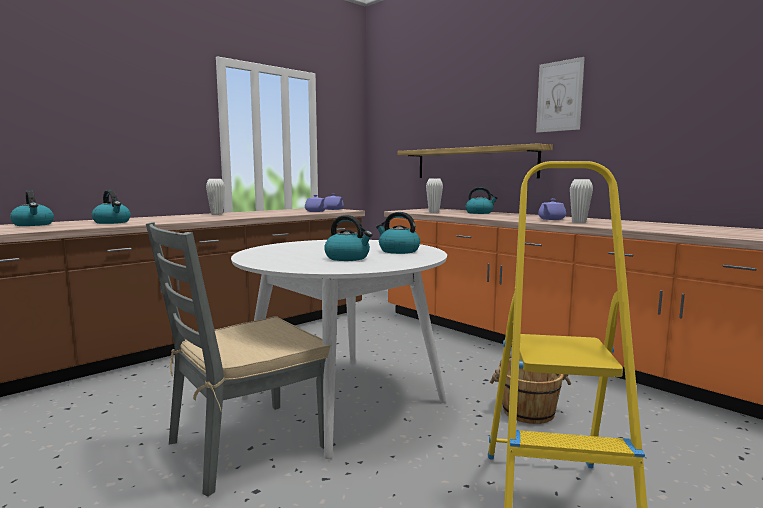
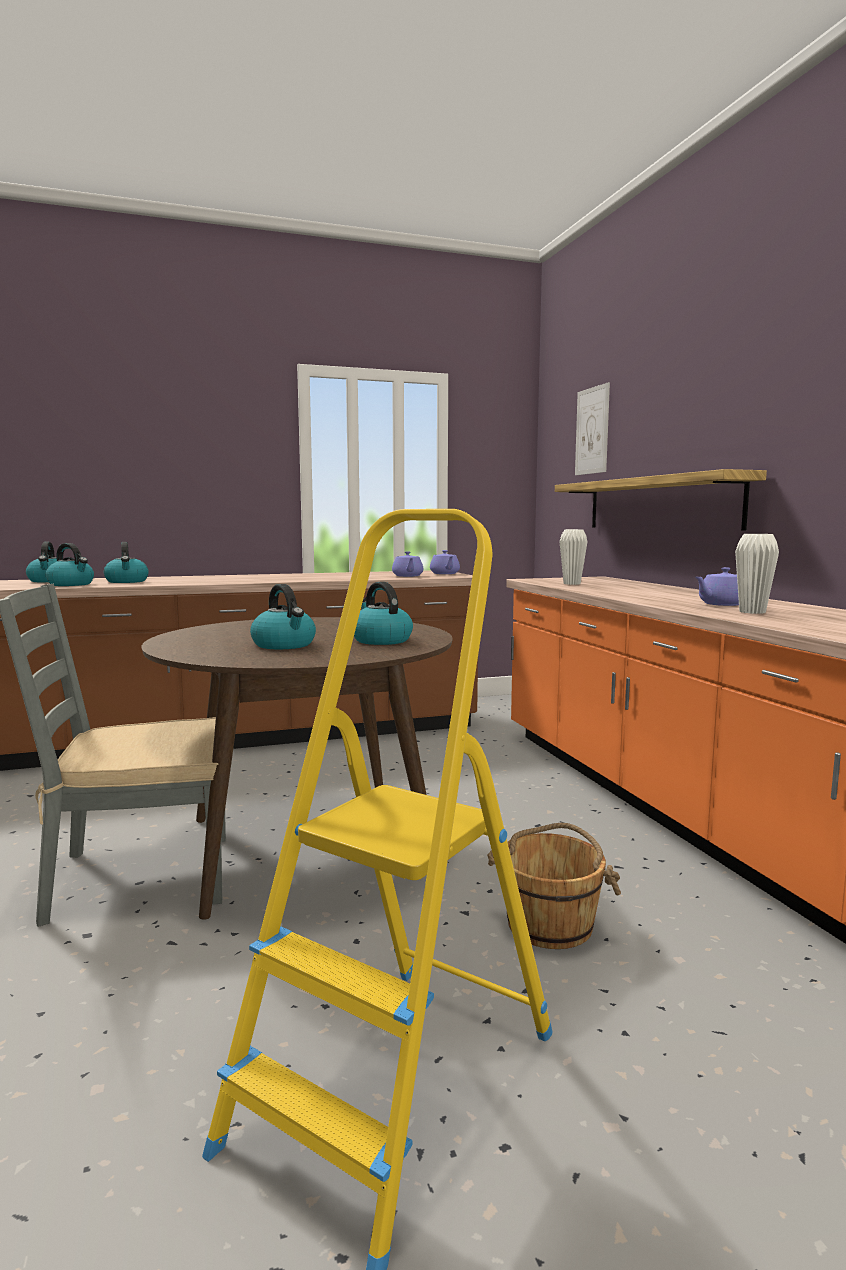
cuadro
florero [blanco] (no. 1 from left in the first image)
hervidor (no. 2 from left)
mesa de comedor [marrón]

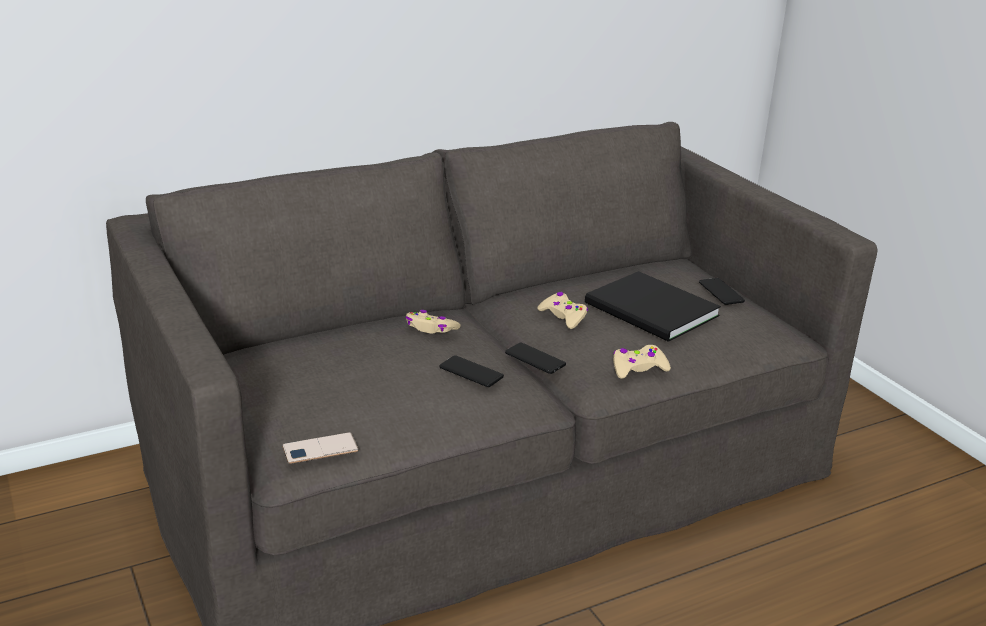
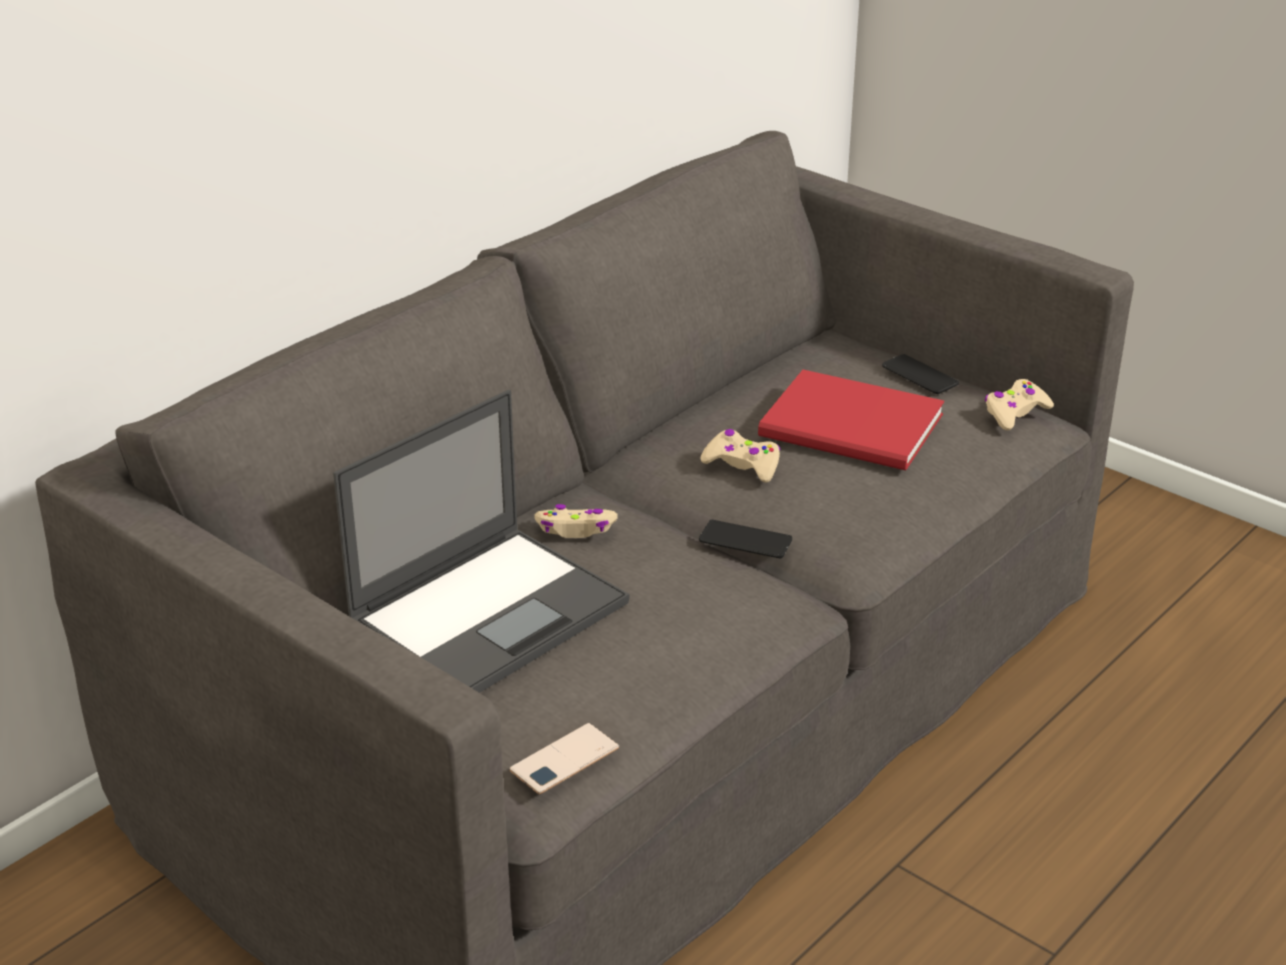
libro [rojo]
mando de consola [beis] (no. 3 from left)
móvil (no. 2 from left in the first image)
portátil

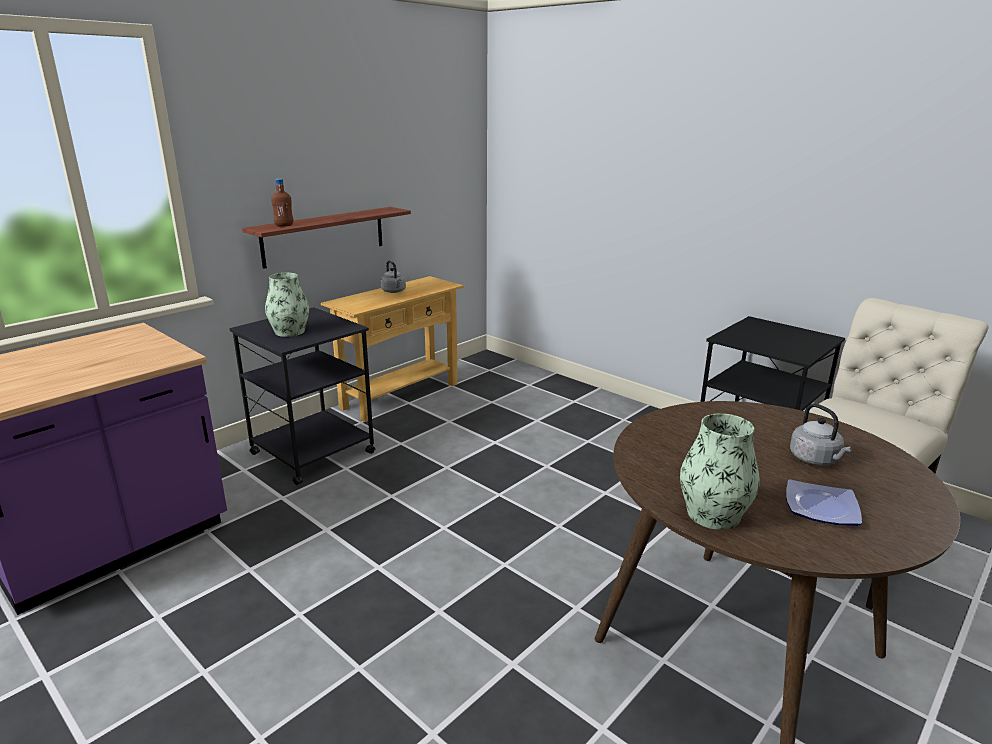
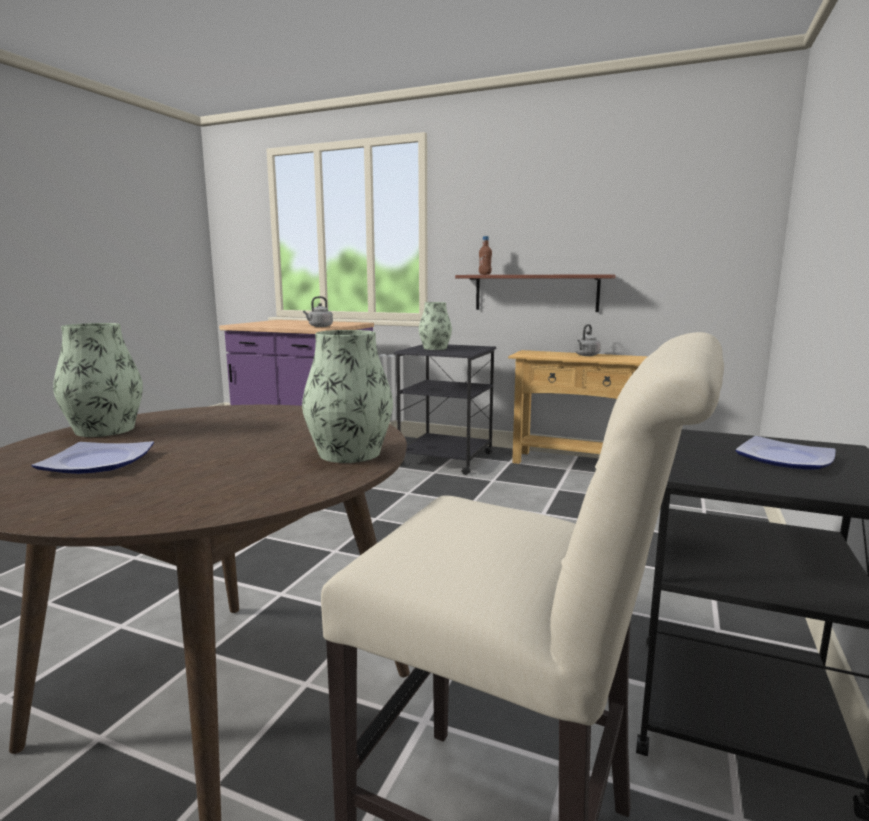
hervidor [gris] (no. 1 from left)
florero (no. 2 from left)
plato (no. 2 from left)

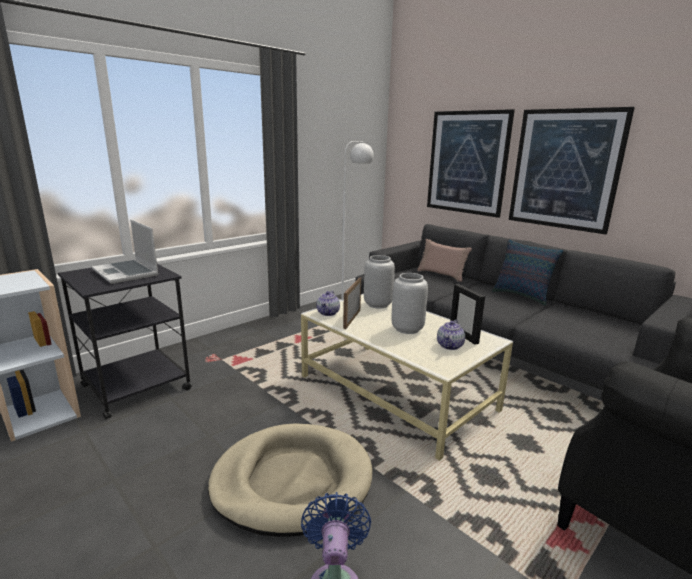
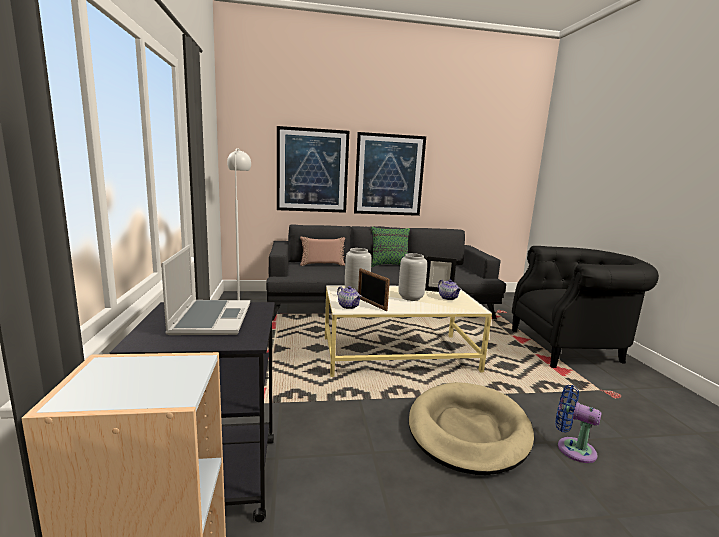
portátil
cojín [verde]

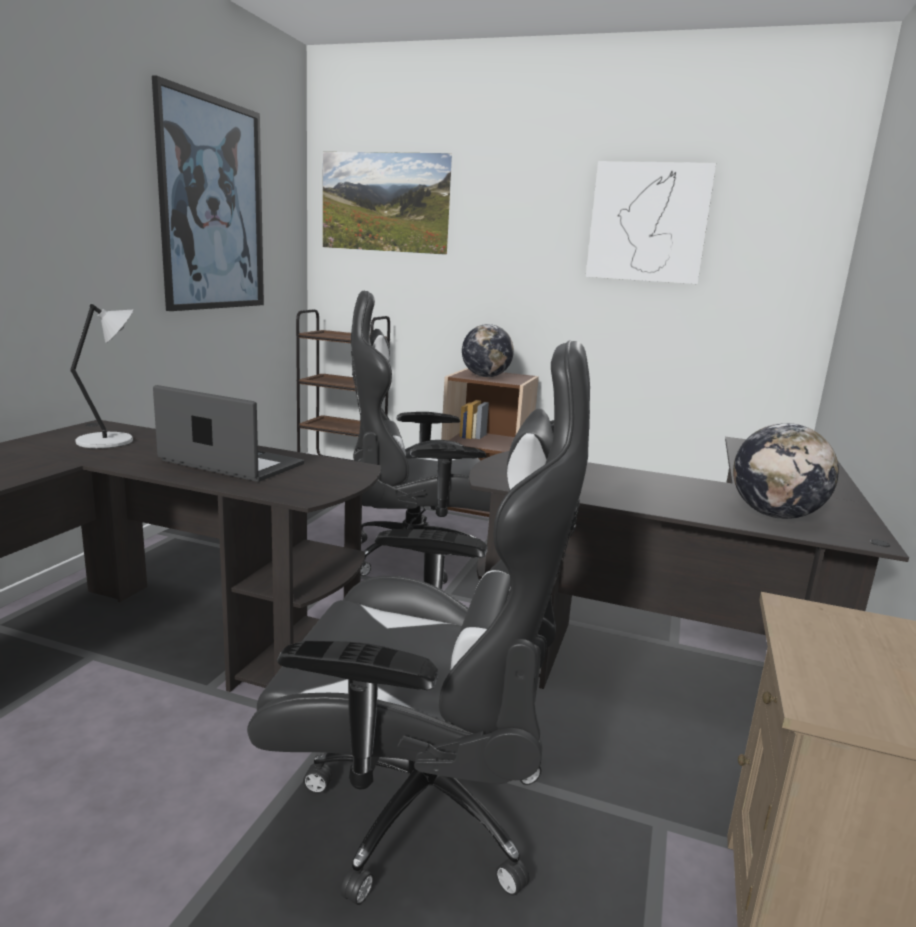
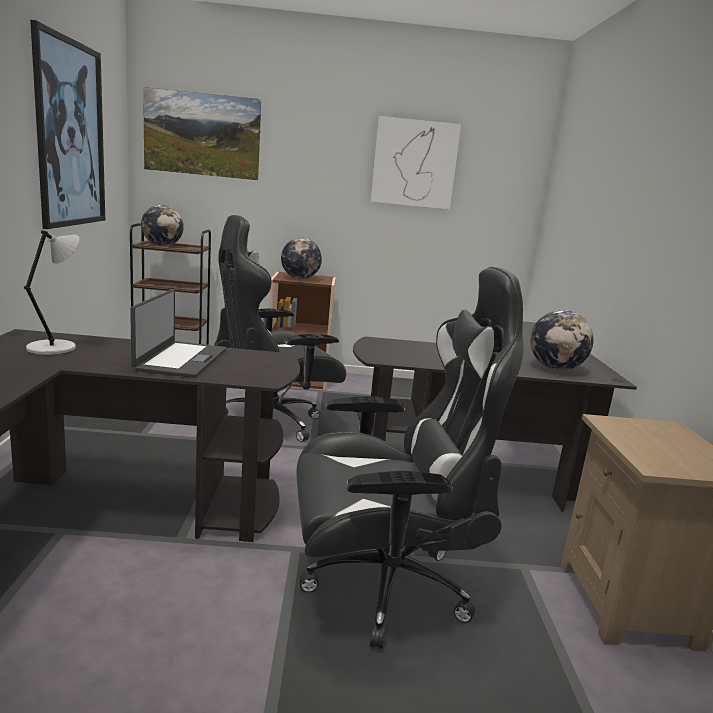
portátil
globo terráqueo (no. 1 from left)

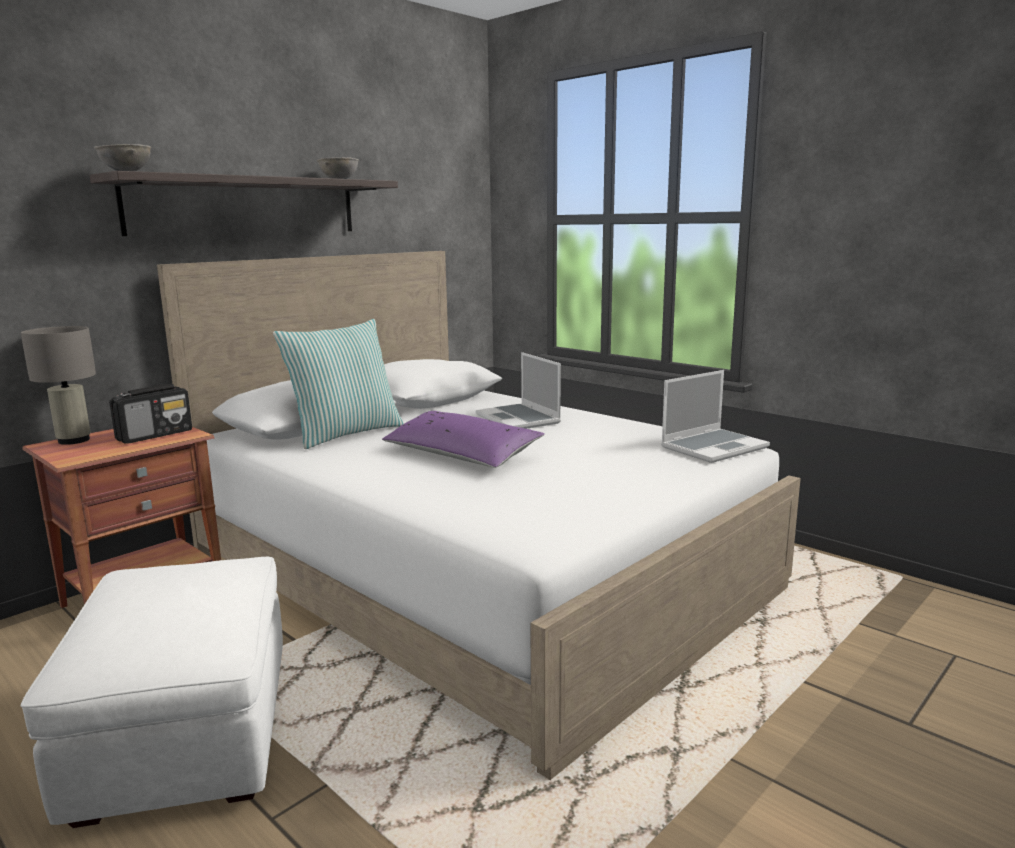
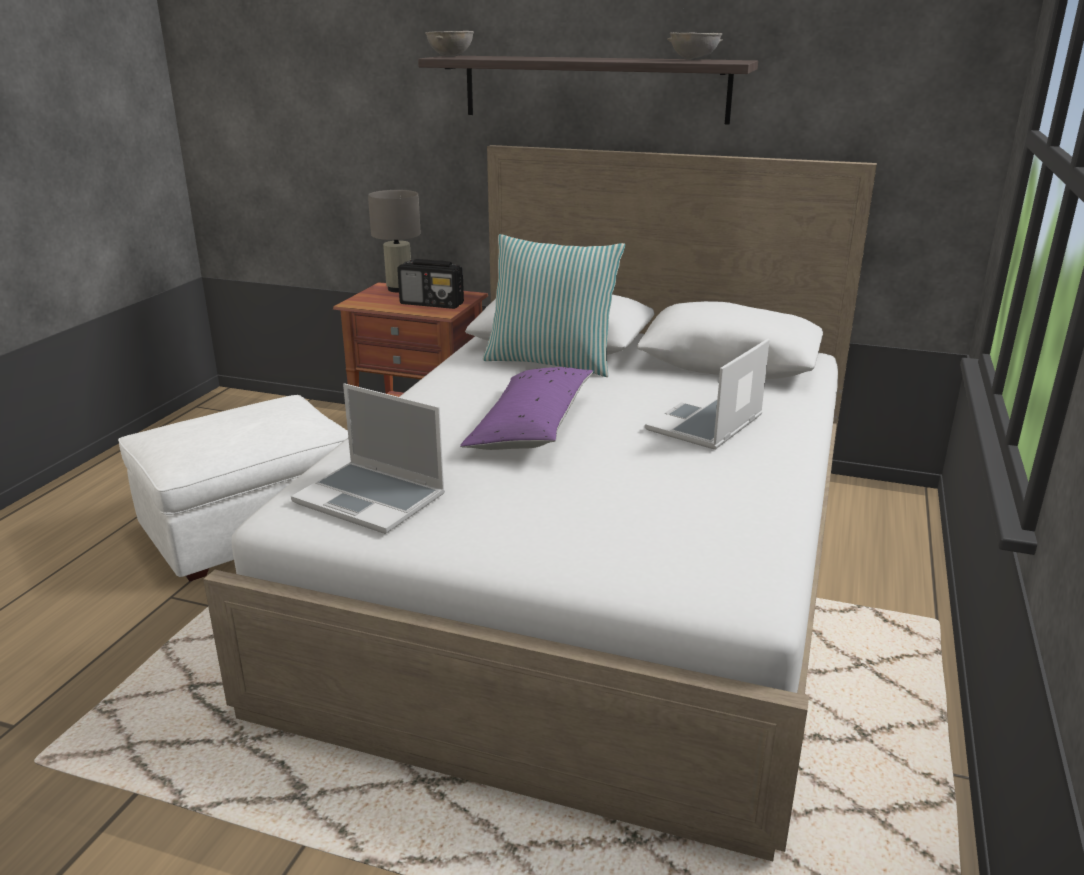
portátil (no. 1 from left)

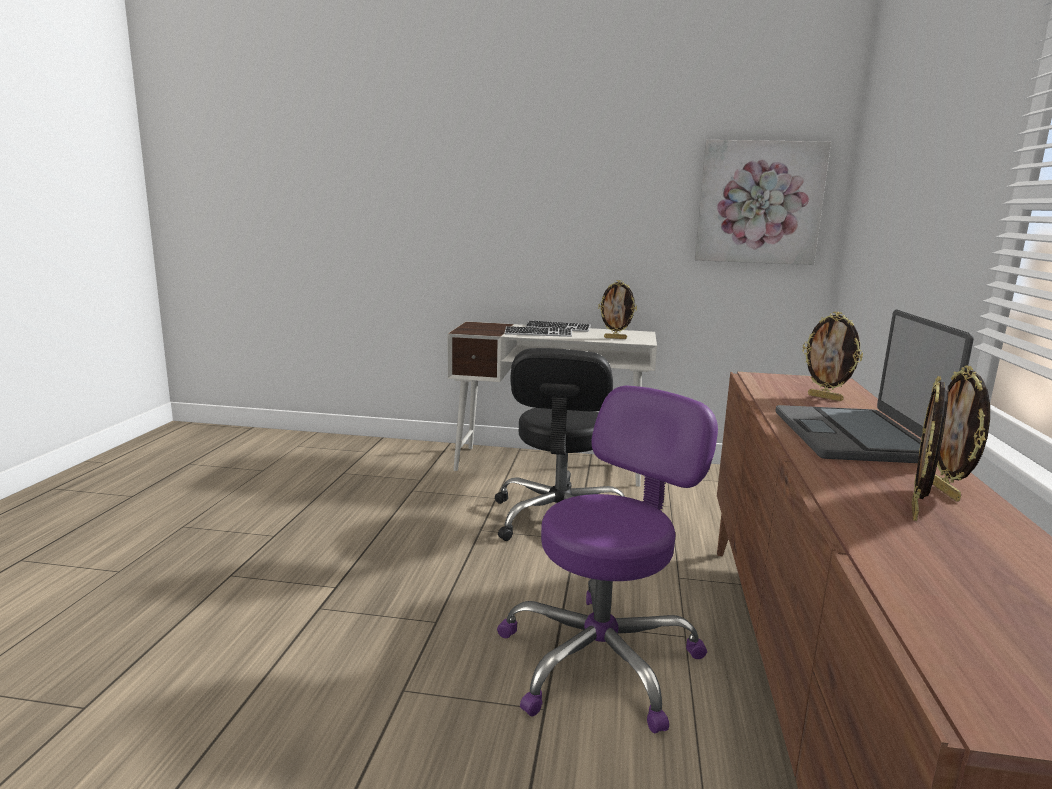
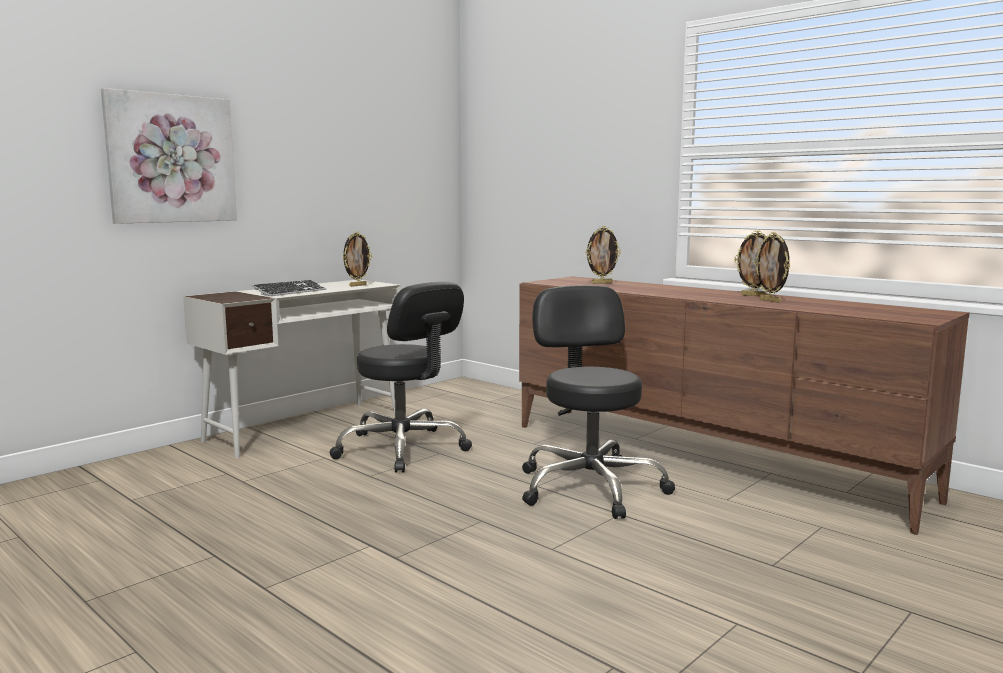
cuadro
portátil
silla de oficina [negro] (no. 2 from left)

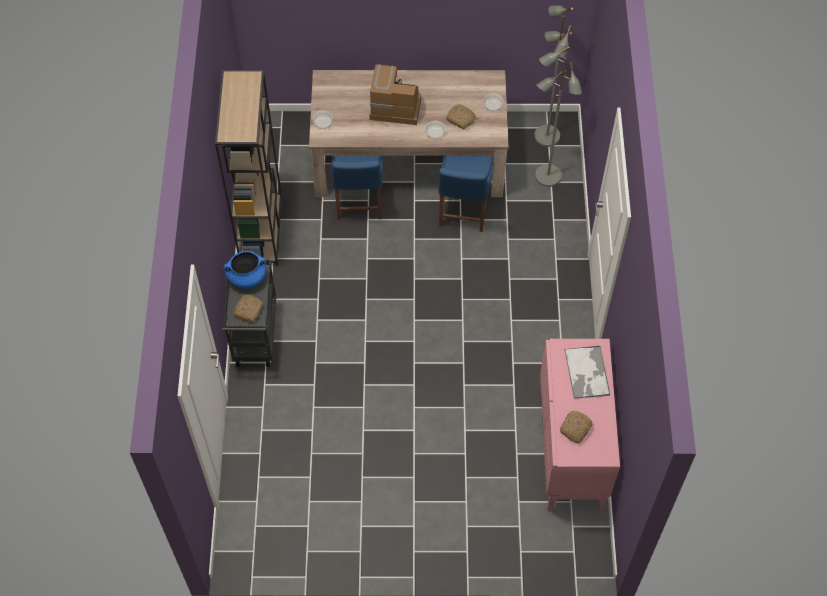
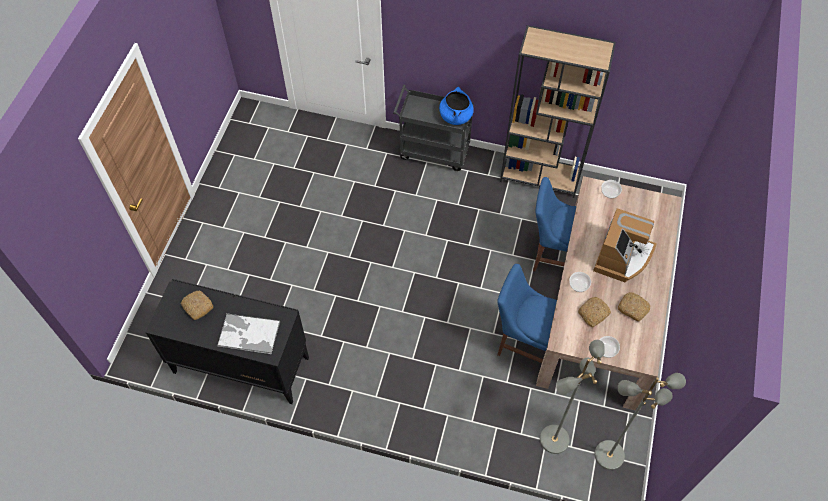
pan (no. 3 from left)
armario [negro]

